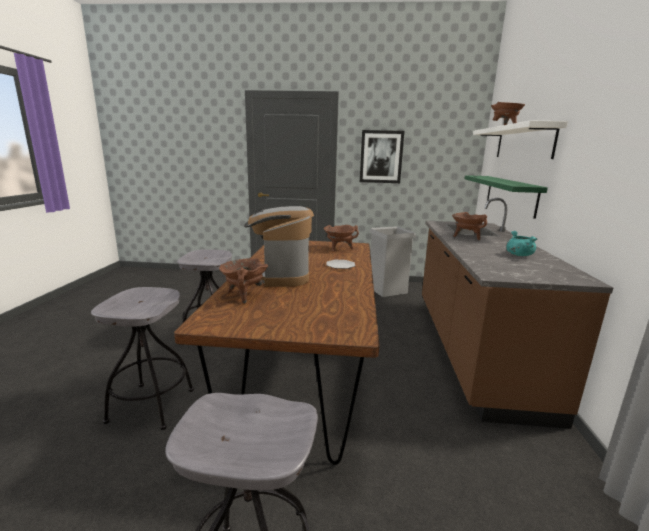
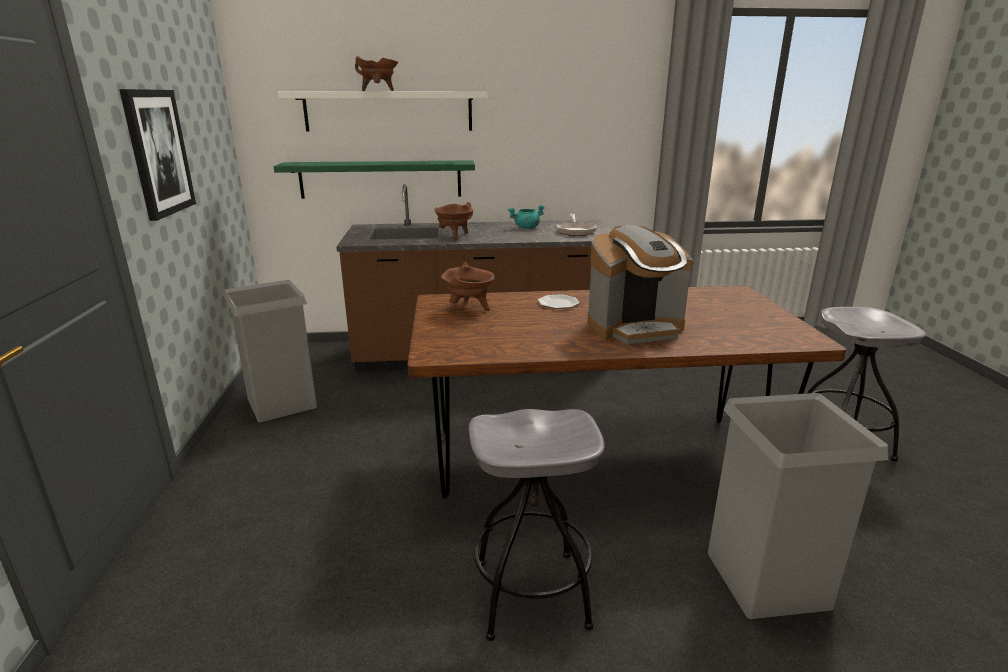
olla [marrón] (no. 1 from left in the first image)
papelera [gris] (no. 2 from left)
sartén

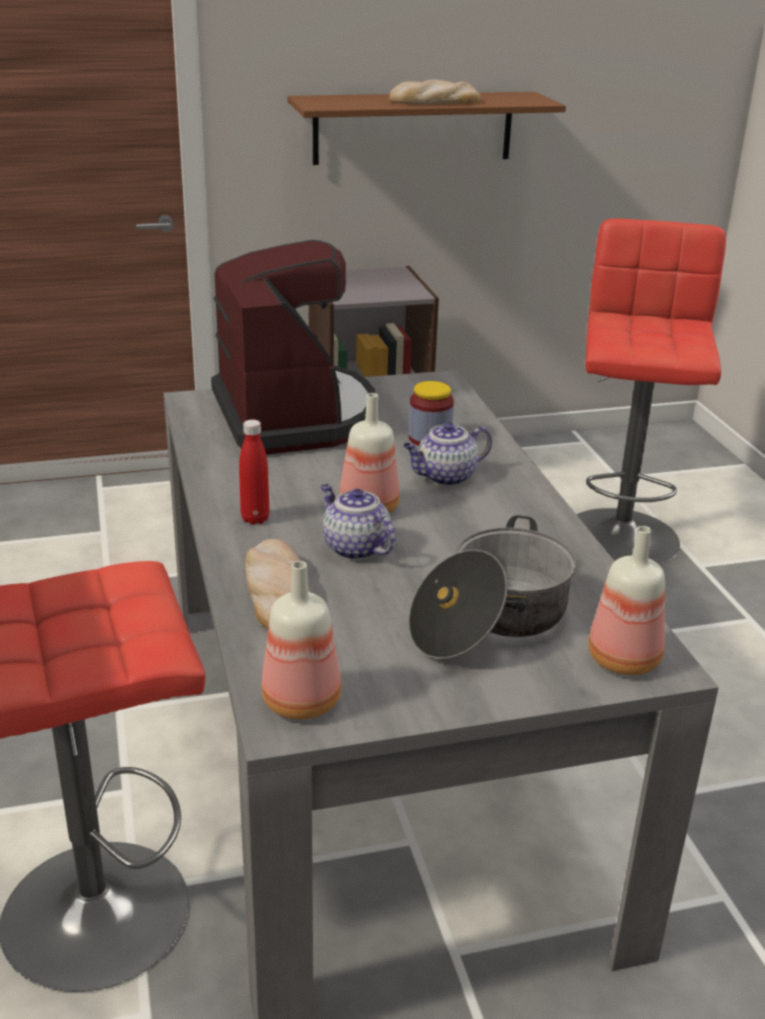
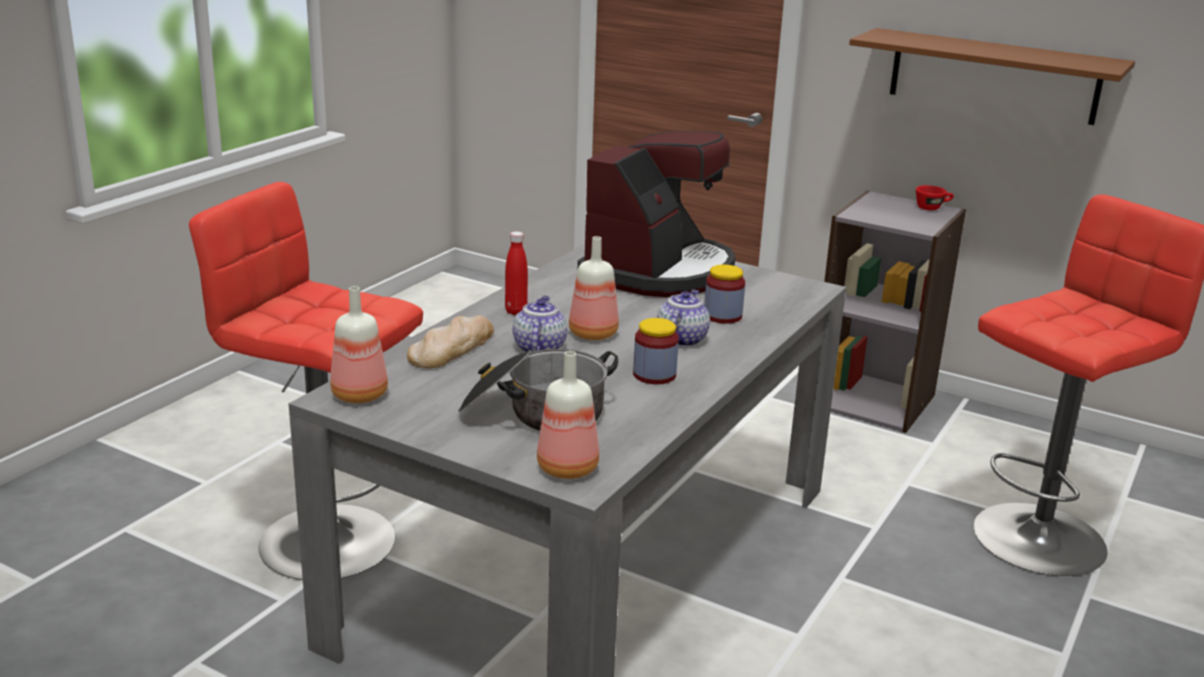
pan (no. 2 from left in the first image)
tetera (no. 2 from left)
taza [rojo]
tarro (no. 1 from left)

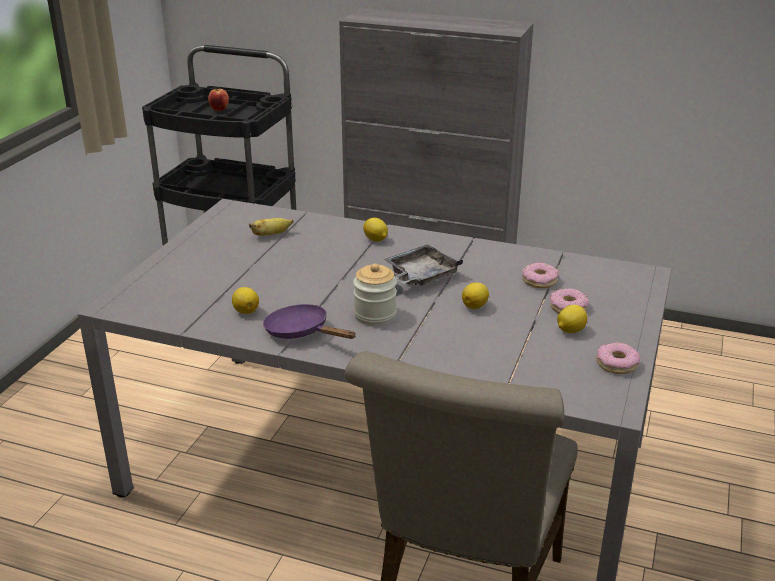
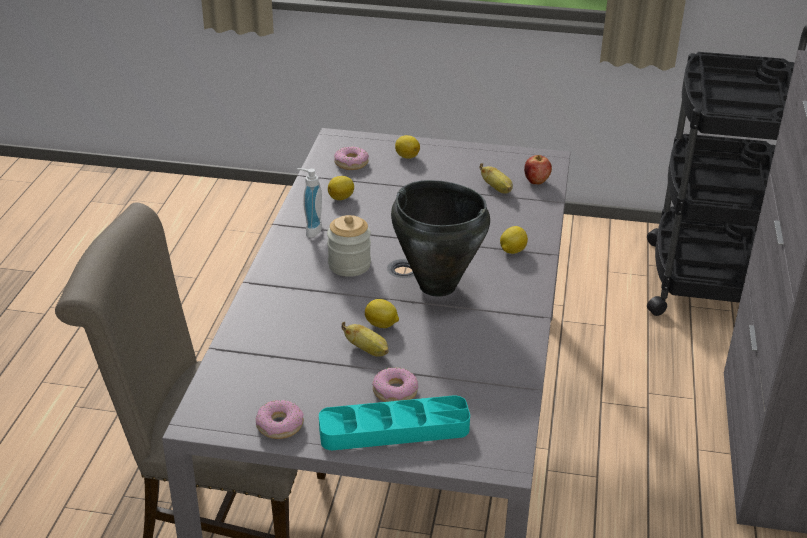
manzana
olla [negro]
rosquilla (no. 2 from left)
dispensador de jabón
limón (no. 3 from left)
plátano (no. 1 from left)
bandeja [turquesa]

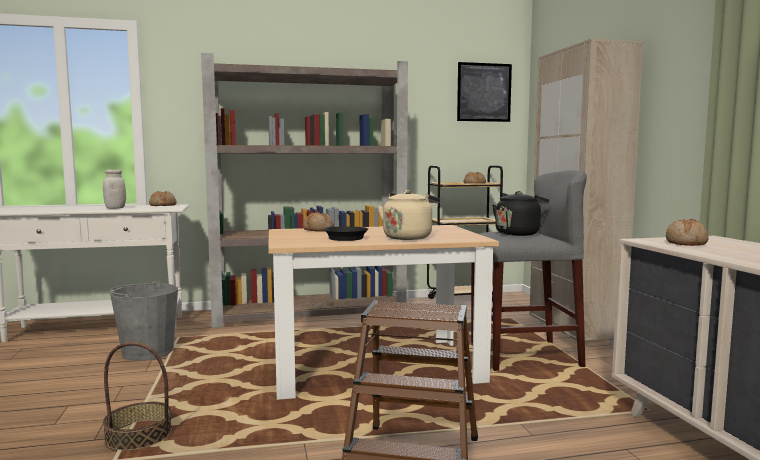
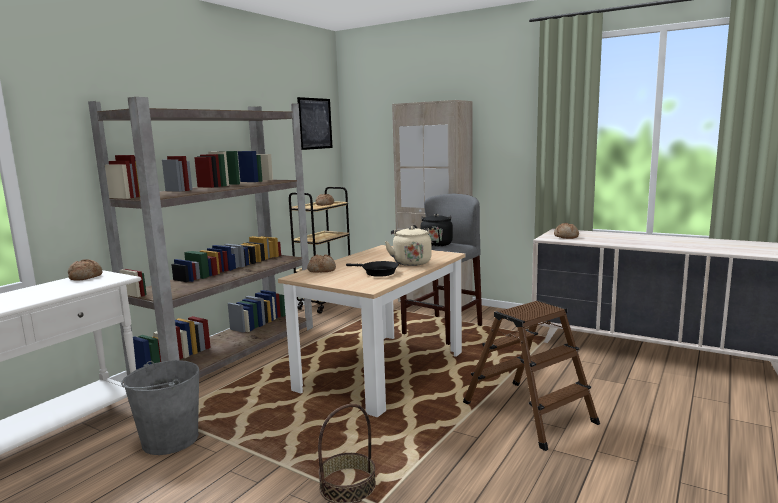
tarro [blanco]

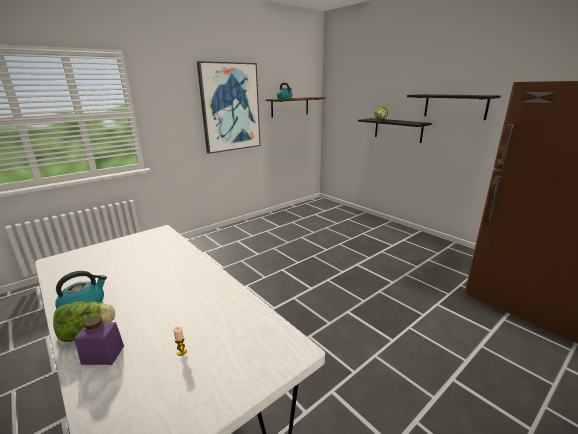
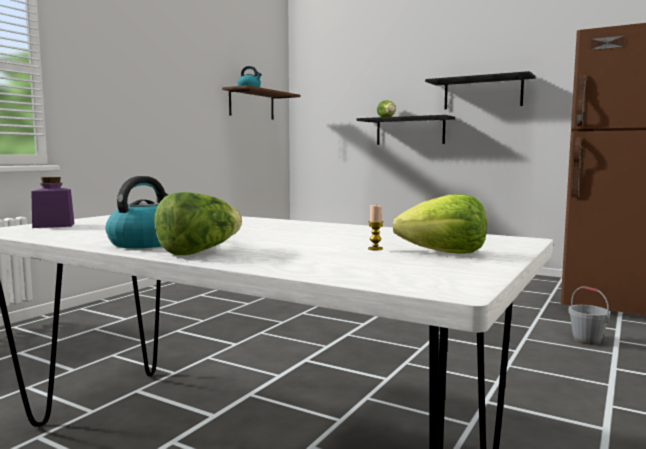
cuadro
tarro [morado]
lechuga (no. 3 from left)
cubo [gris]

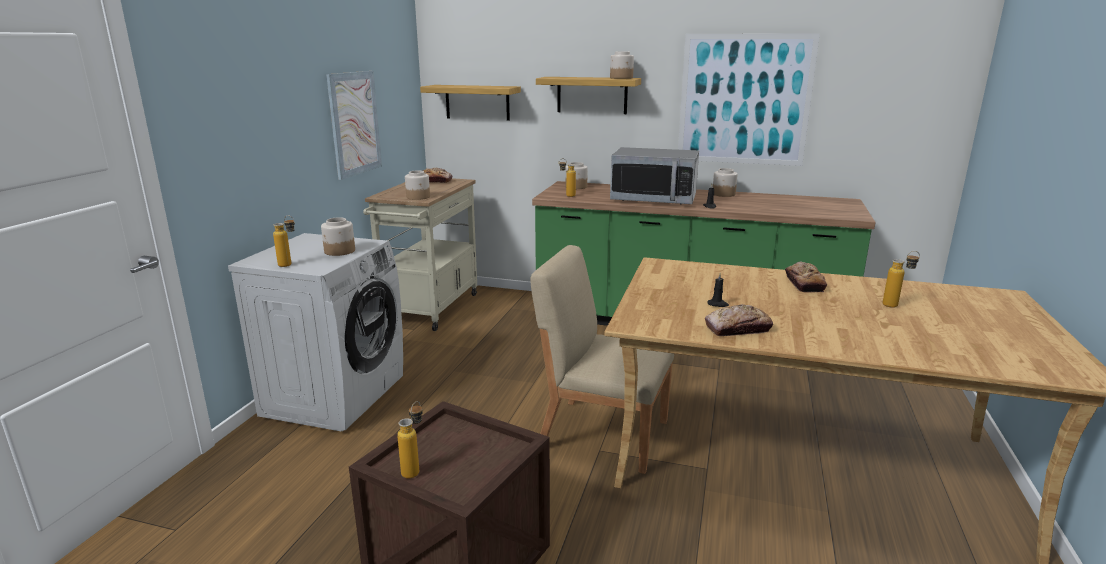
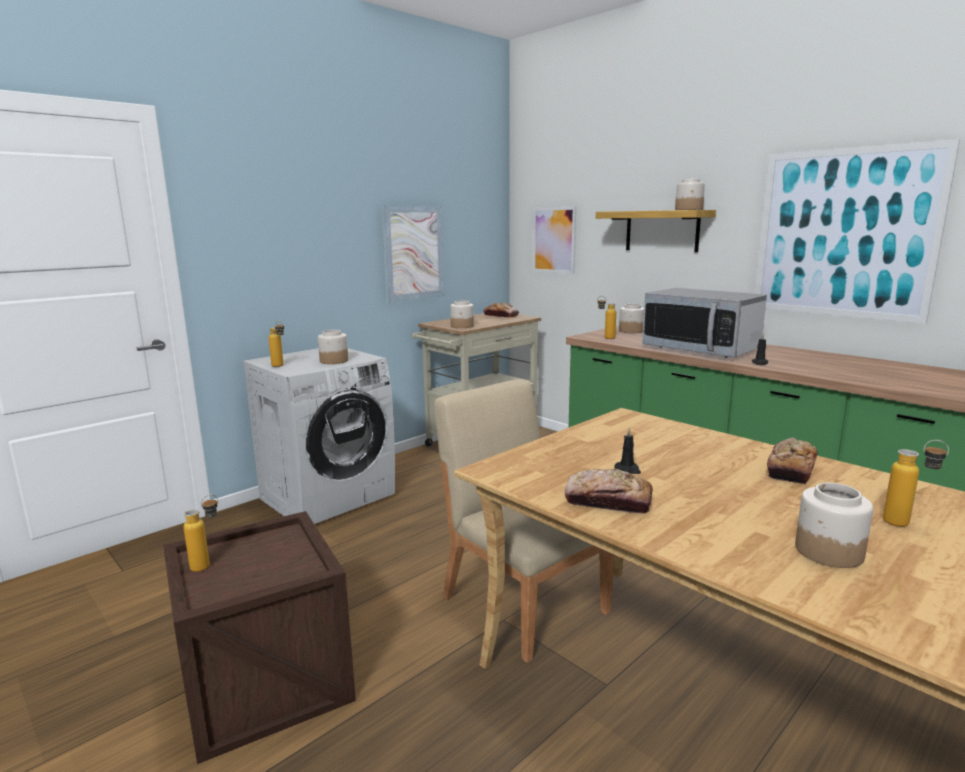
cuadro (no. 2 from left)
tarro (no. 5 from left)

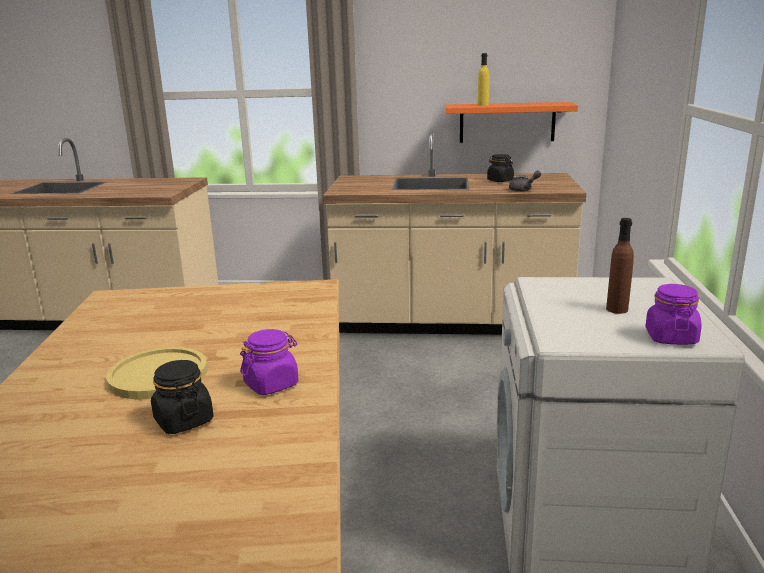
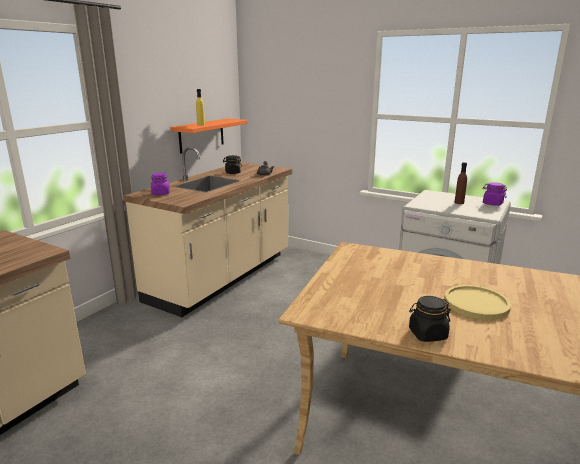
tarro [morado] (no. 1 from left)
tarro [negro] (no. 2 from left)

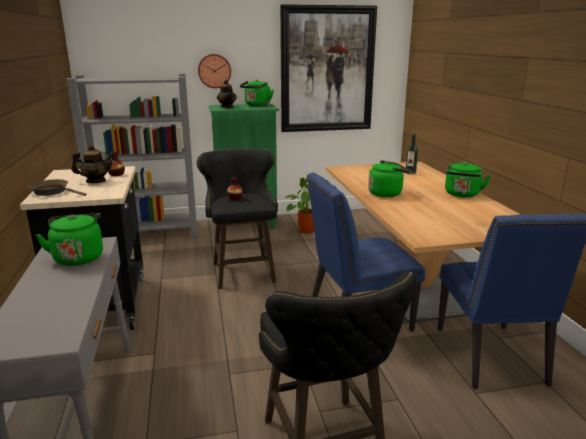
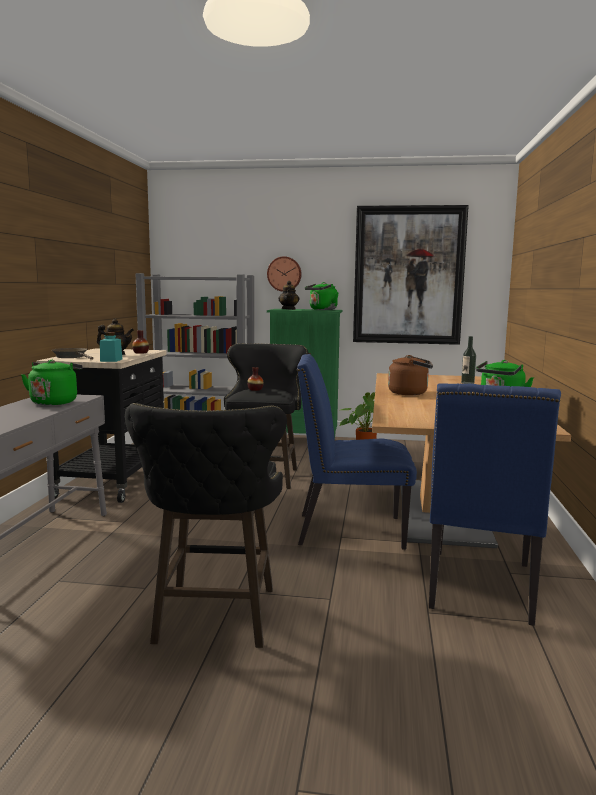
hervidor [marrón]
tarro [turquesa]

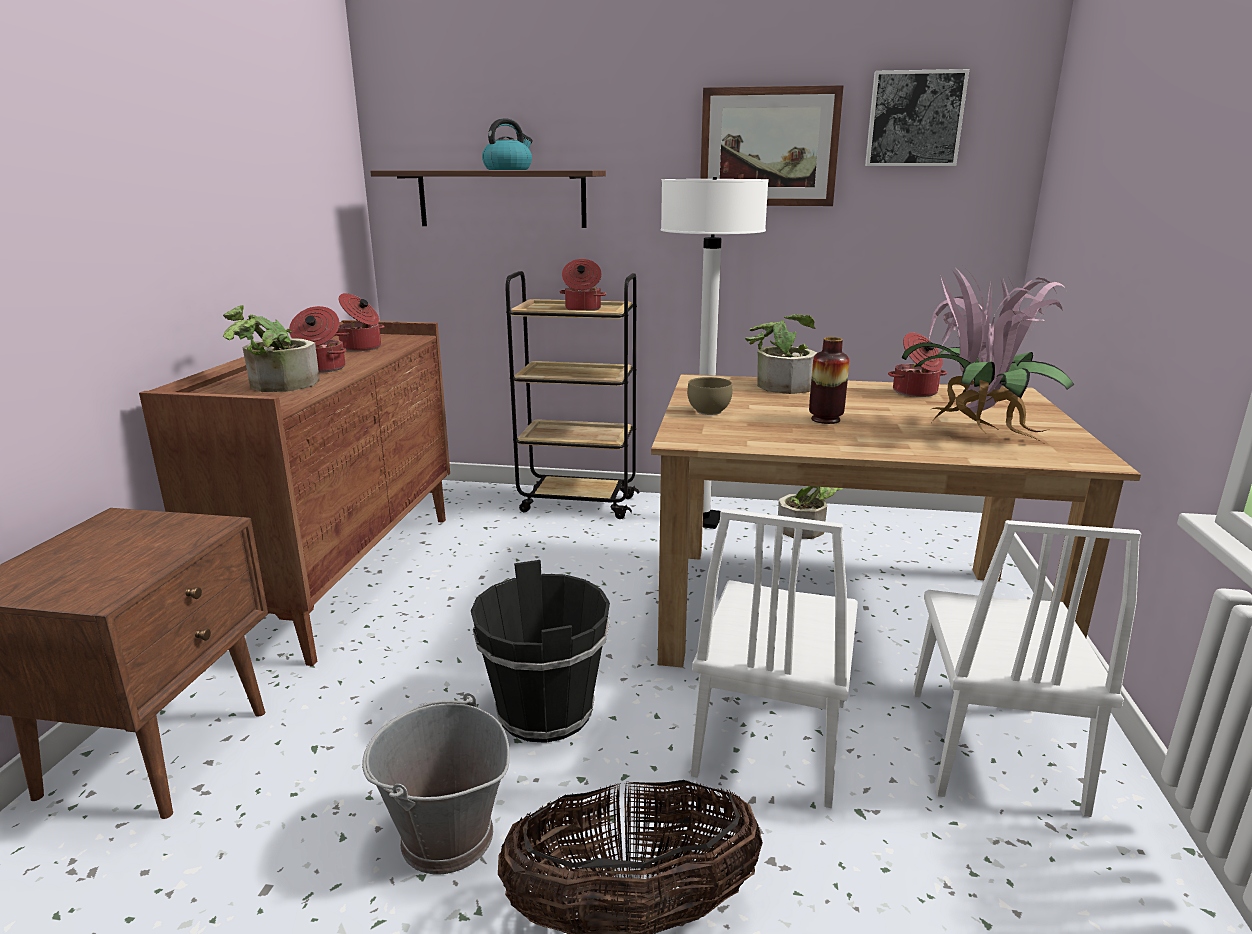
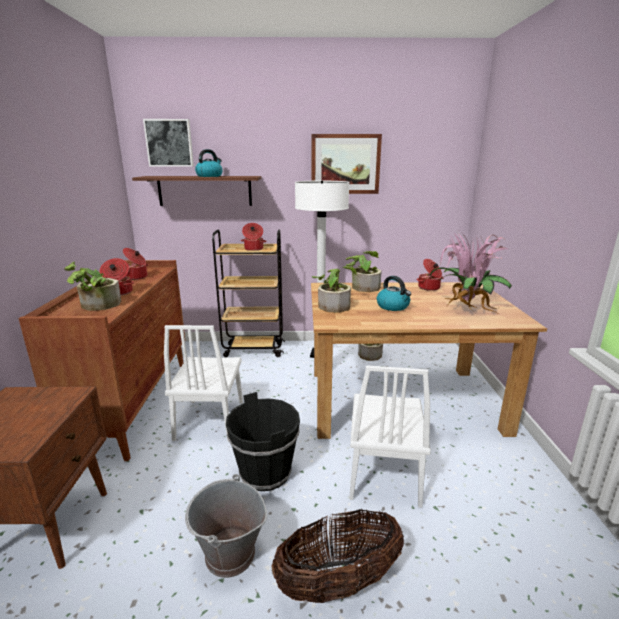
cuadro (no. 1 from left)
hervidor (no. 2 from left)
planta en maceta (no. 2 from left)
silla [blanco] (no. 1 from left)

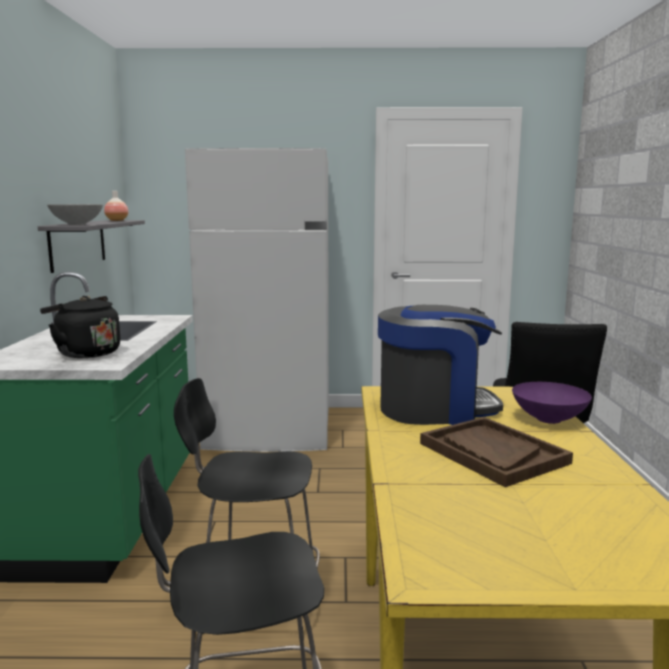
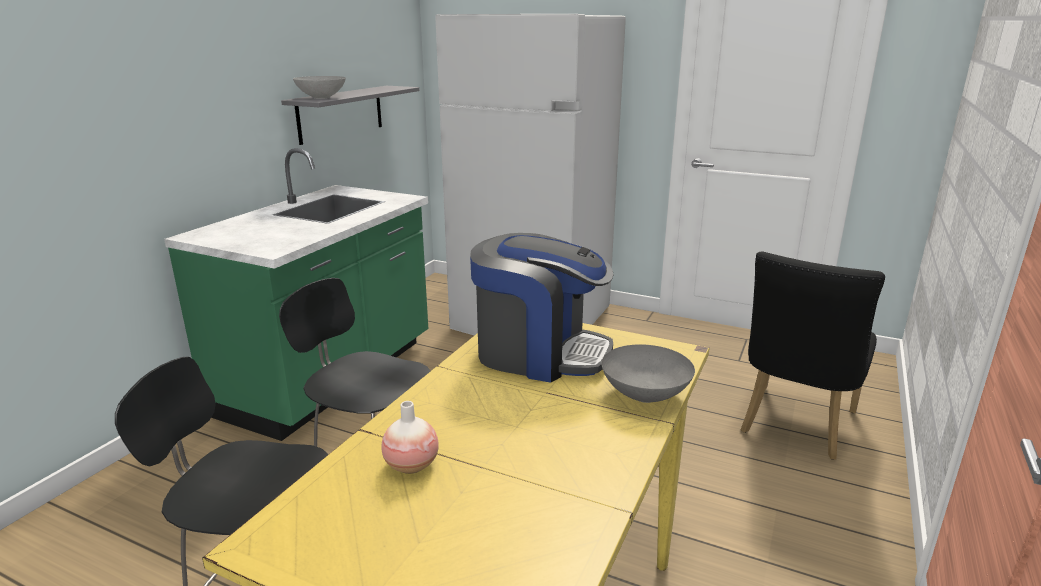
florero
hervidor [negro]
cuenco [gris] (no. 2 from left)
bandeja [marrón]

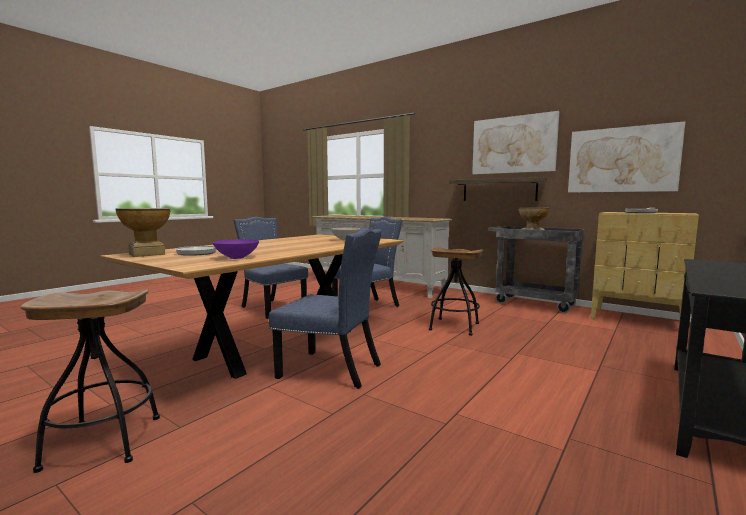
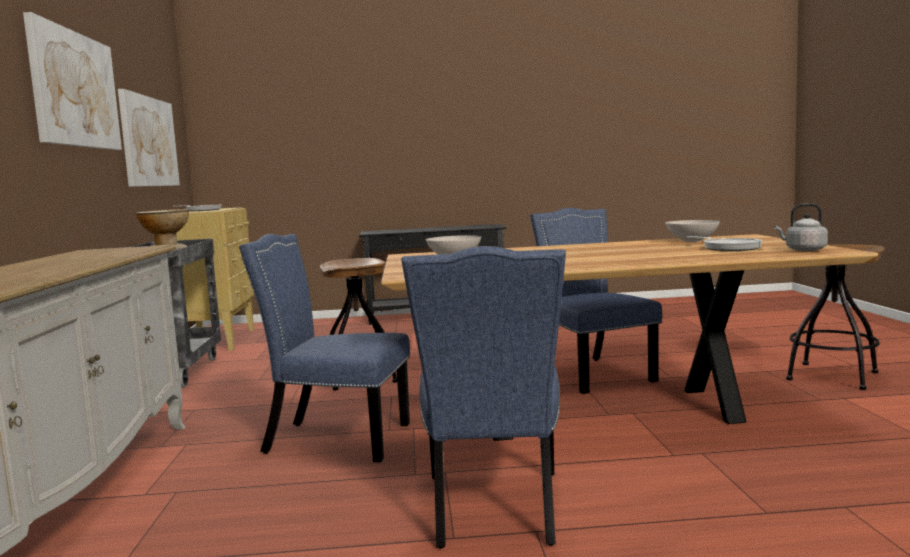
estante
hervidor [gris]
cuenco [blanco] (no. 2 from left)

